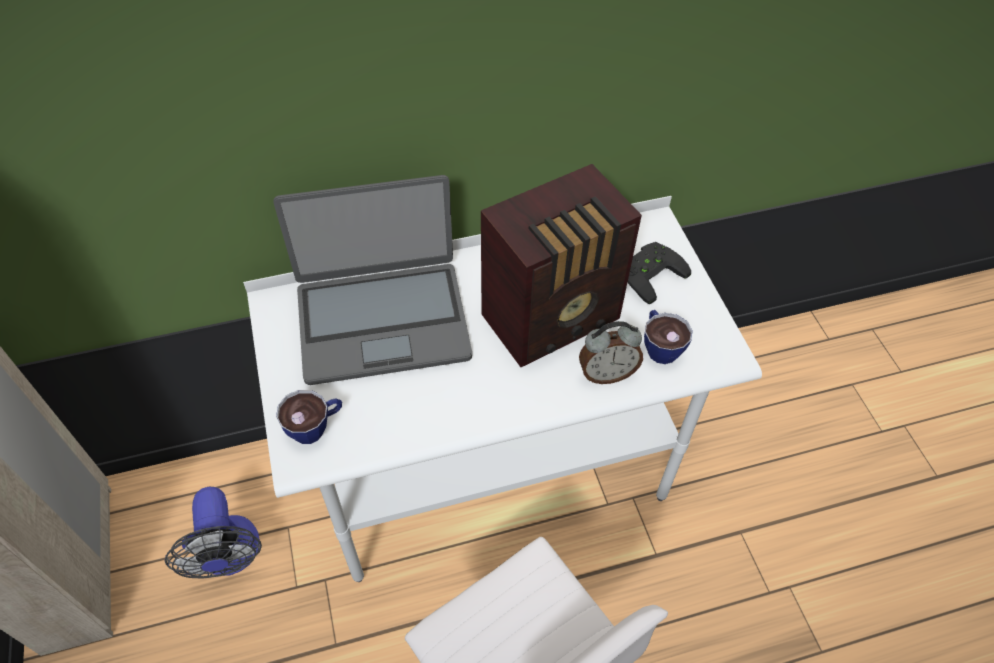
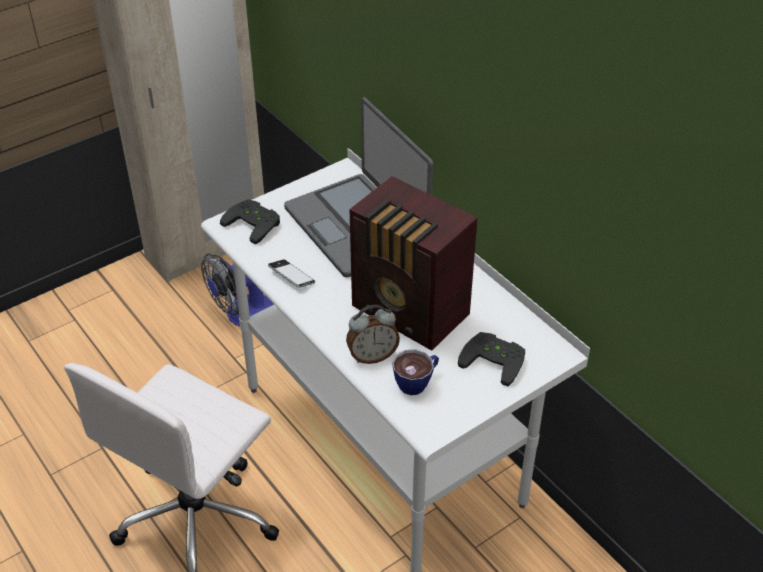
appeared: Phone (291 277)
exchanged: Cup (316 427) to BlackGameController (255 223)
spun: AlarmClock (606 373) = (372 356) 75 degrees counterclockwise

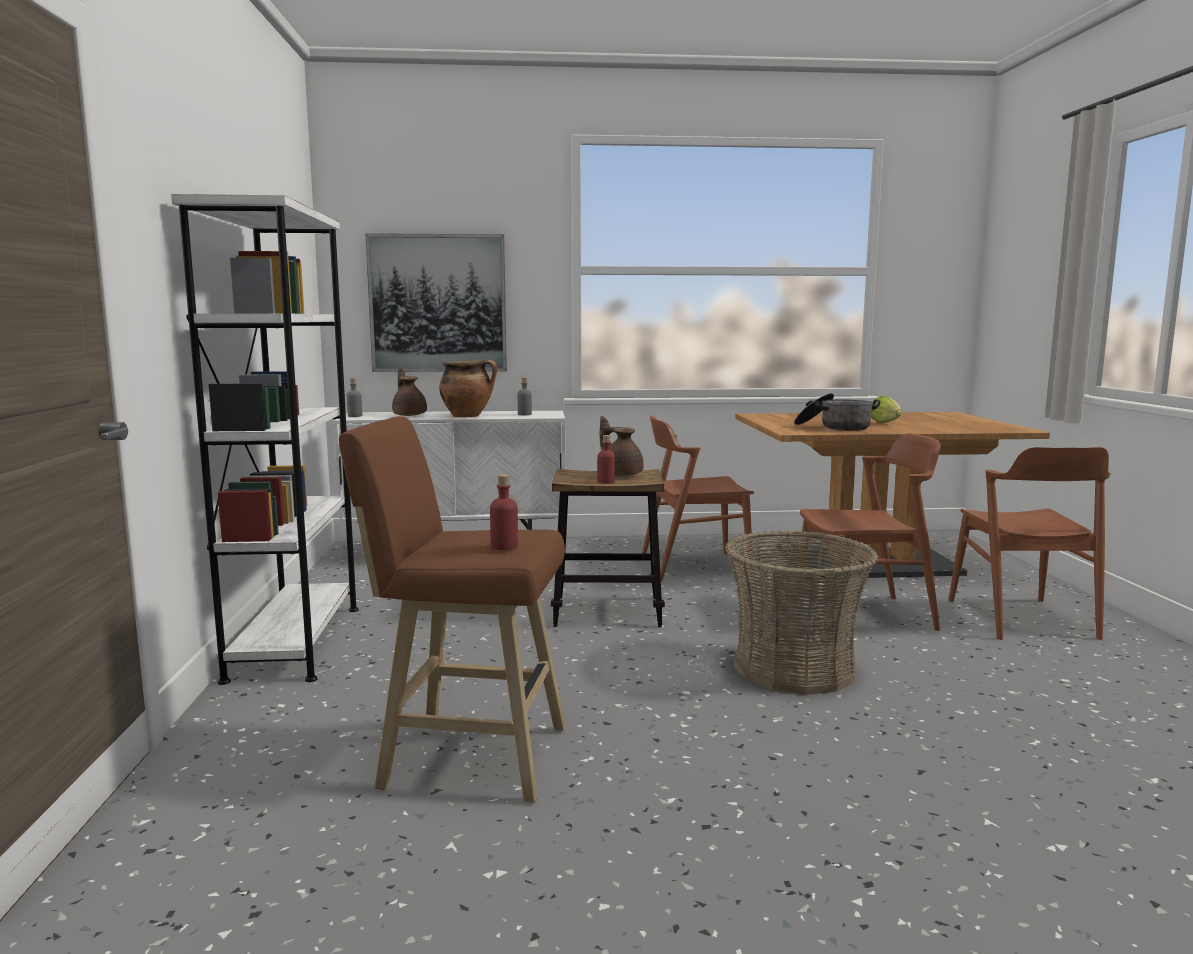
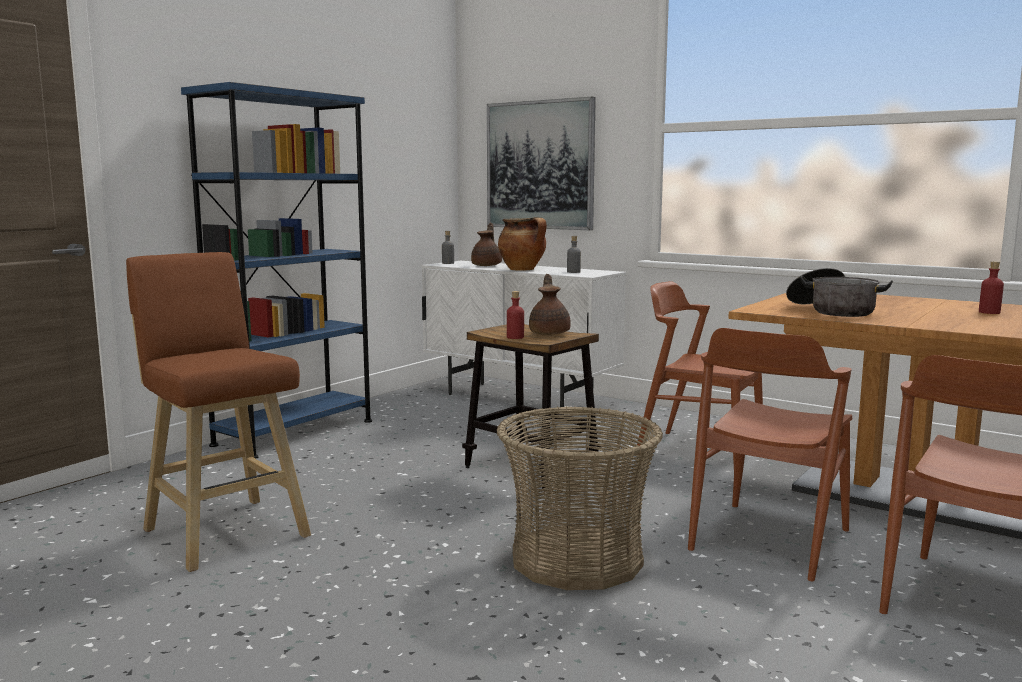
missing: Lettuce (886 423)
relocated: RedBottle (504 546) to (989 312)
colour: WhiteBookcase (296 642) to BlueBookcase (294 432)
spun: BrownChair (863 615) = (769 539) 90 degrees clockwise

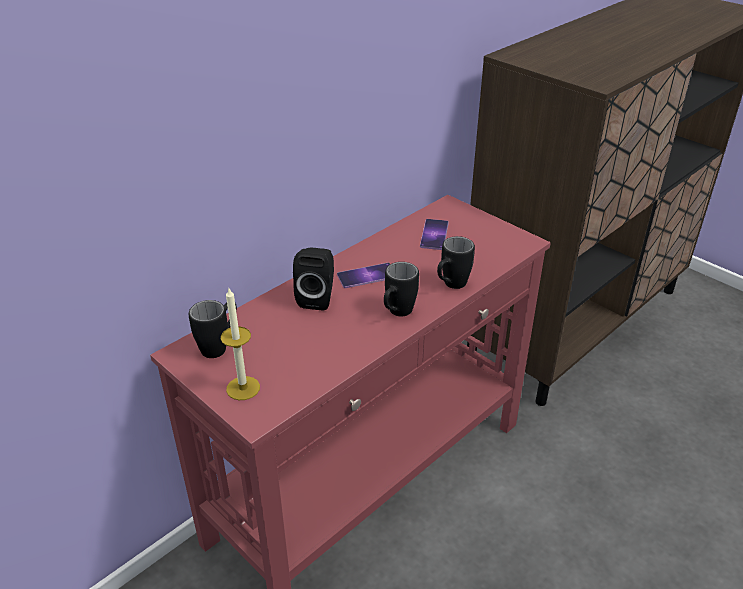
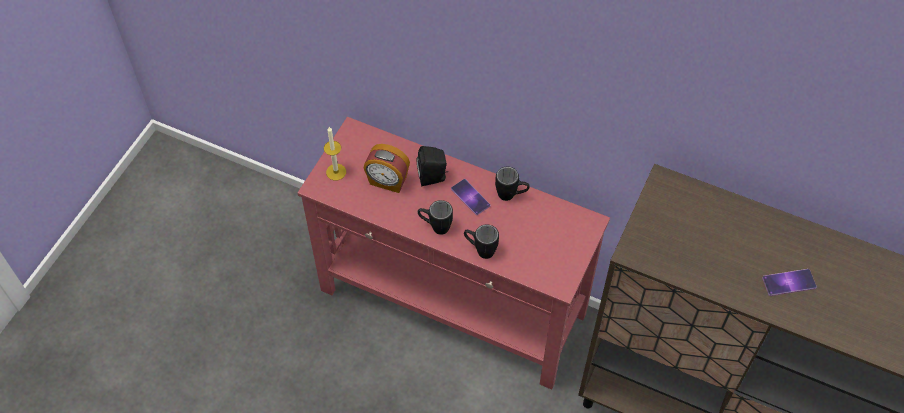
appeared: AlarmClock (387 181)
relocated: BlackMug (220 345) to (511 195); Phone (434 234) to (789 282)

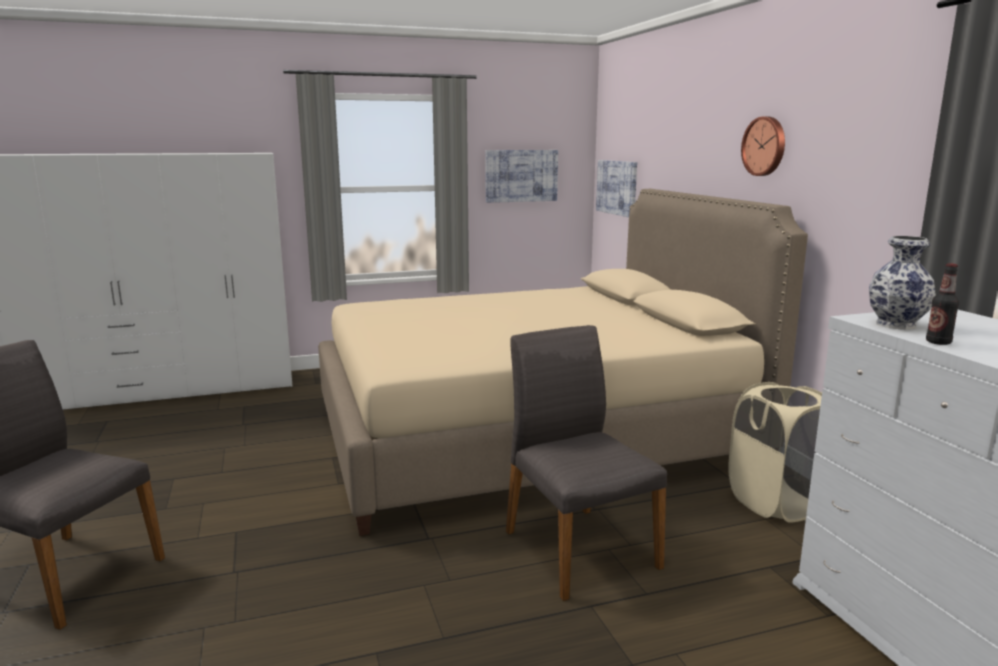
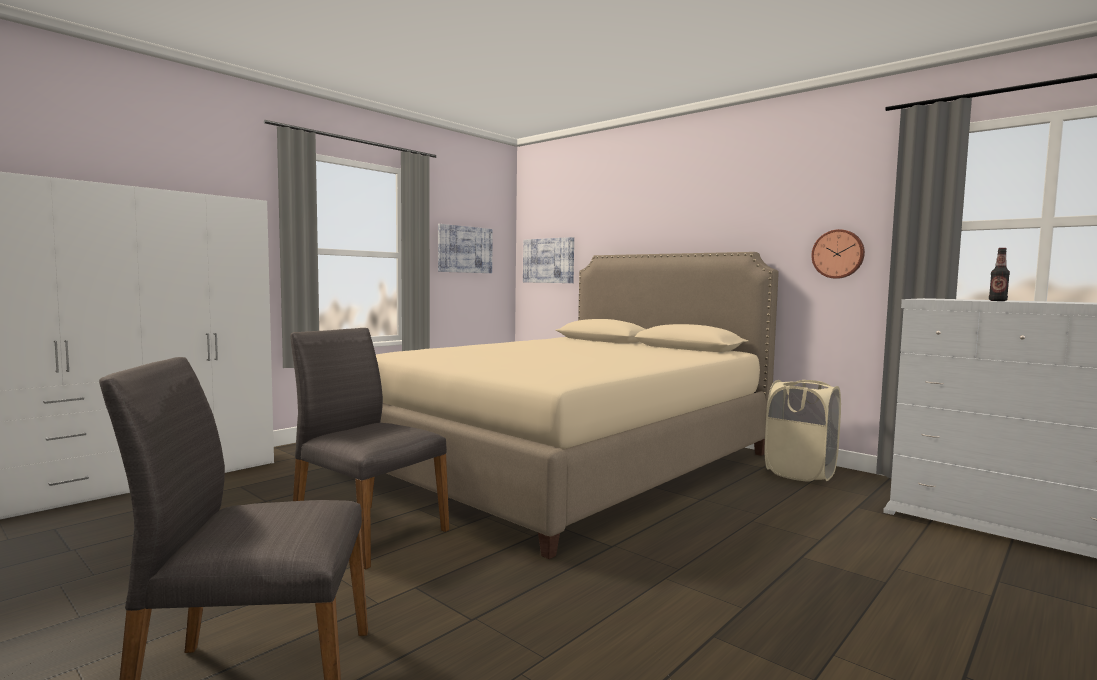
missing: Vase (895 325)
relocated: GreyChair (577 548) to (367 532); WallClock (765 146) to (838 254)

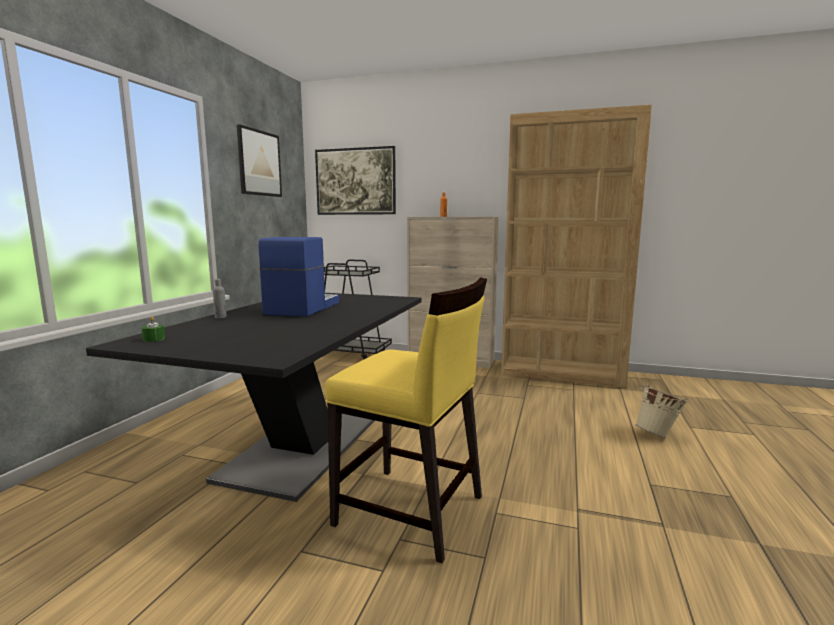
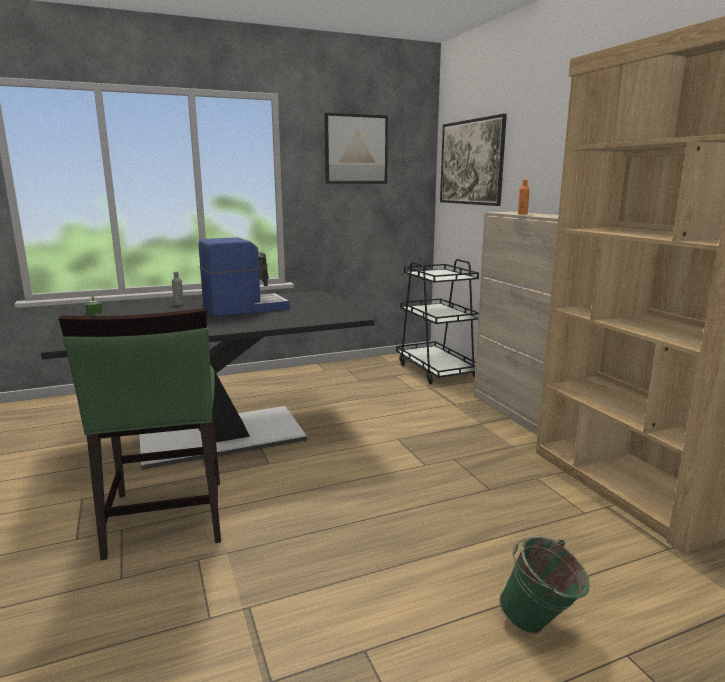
colour: YellowChair (410 511) to GreenChair (165 518); BeigeBucket (658 434) to GreenBucket (540 625)

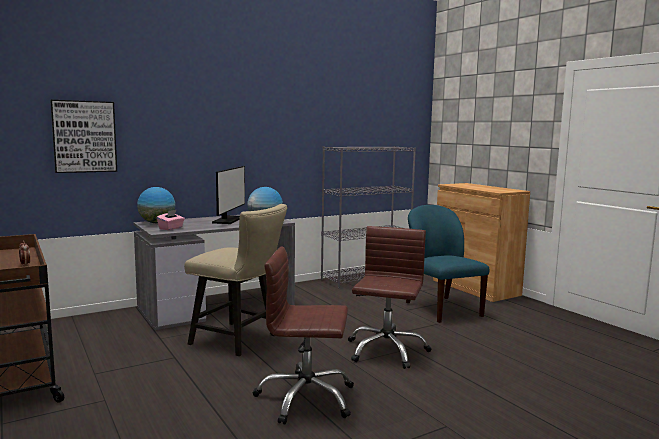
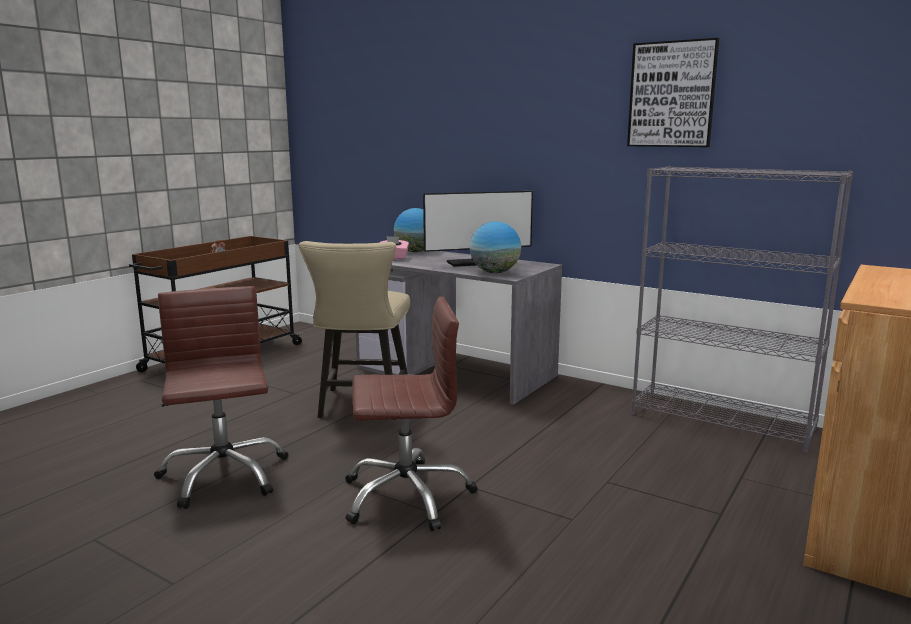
missing: BlueChair (442 309)
relocated: Picture (84 136) to (672 94)

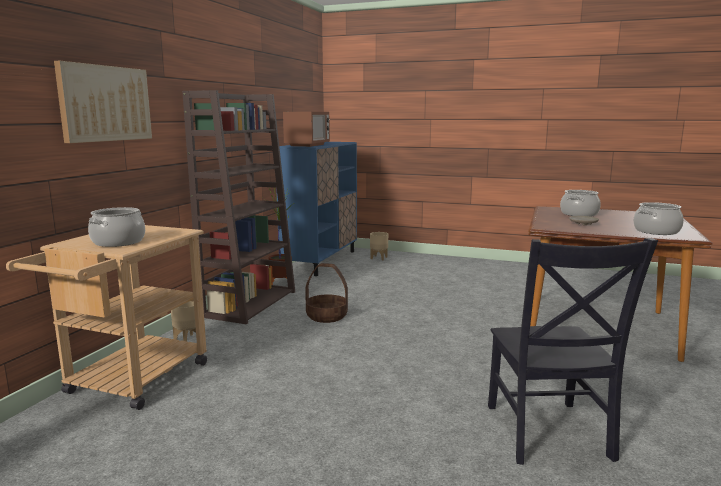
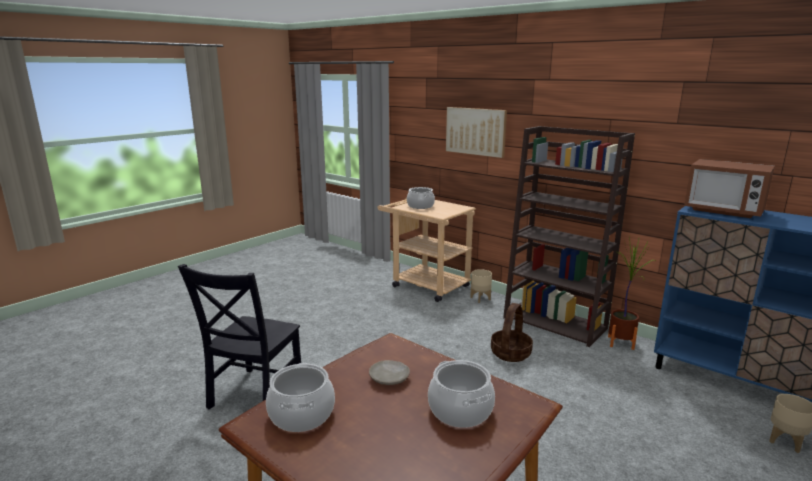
spun: BlackChair (548 435) = (254 395) 90 degrees counterclockwise

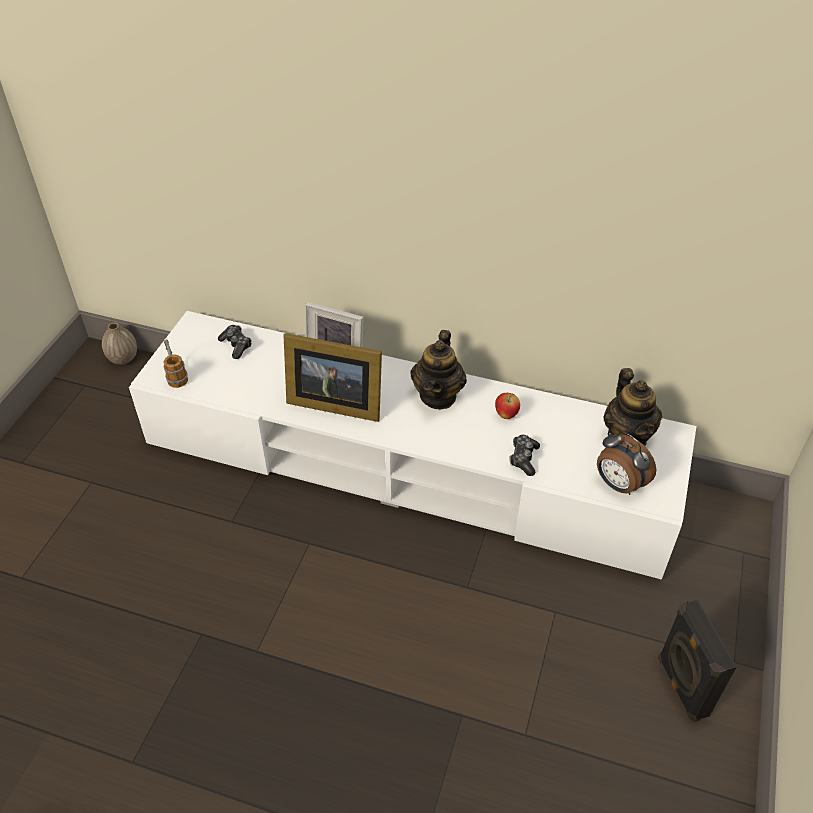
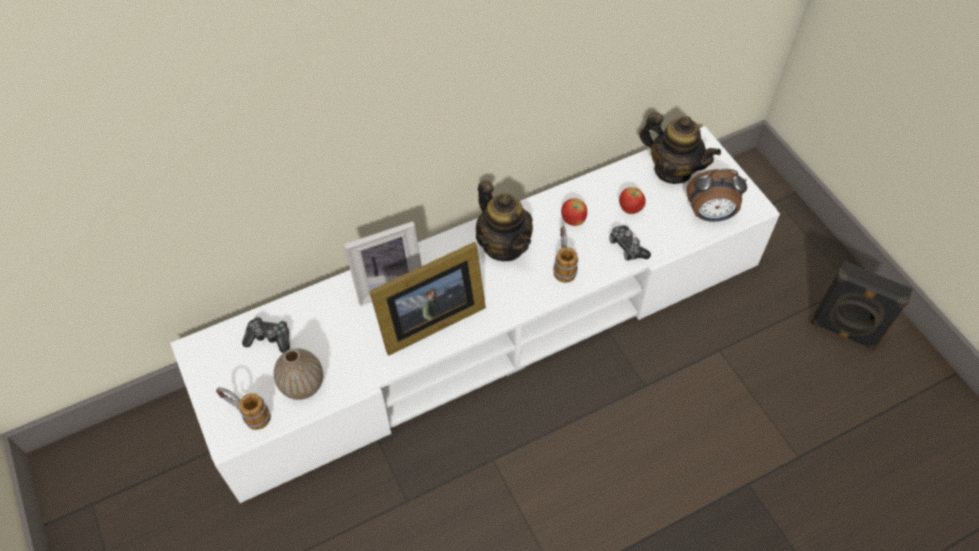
appeared: Mug (563 264); Apple (630 209)
relocated: Vase (123 358) to (303 385)

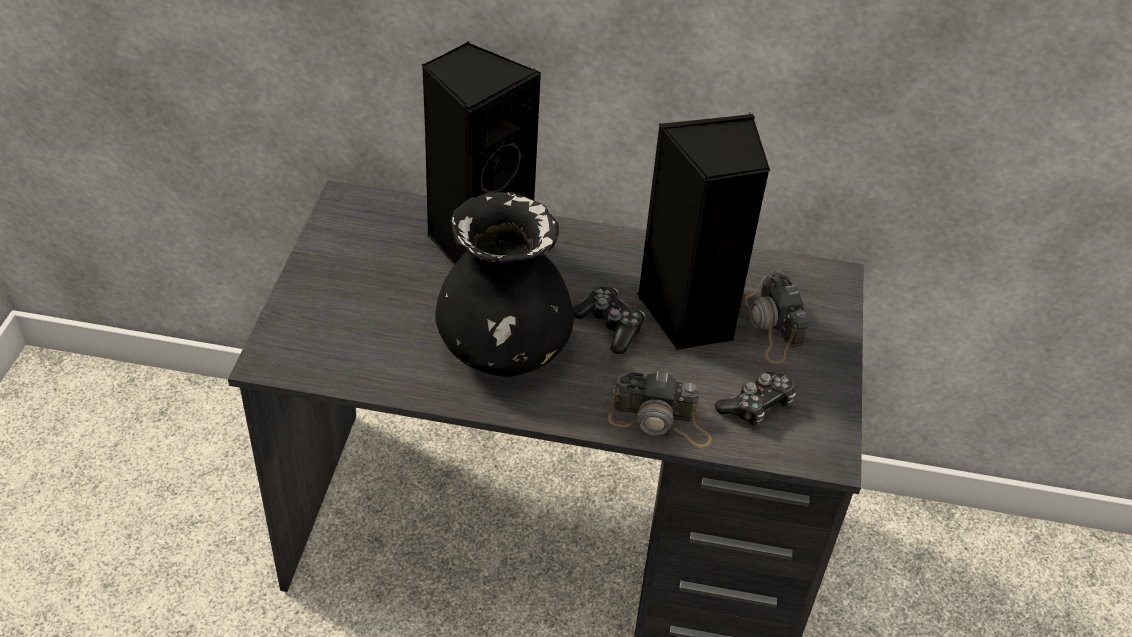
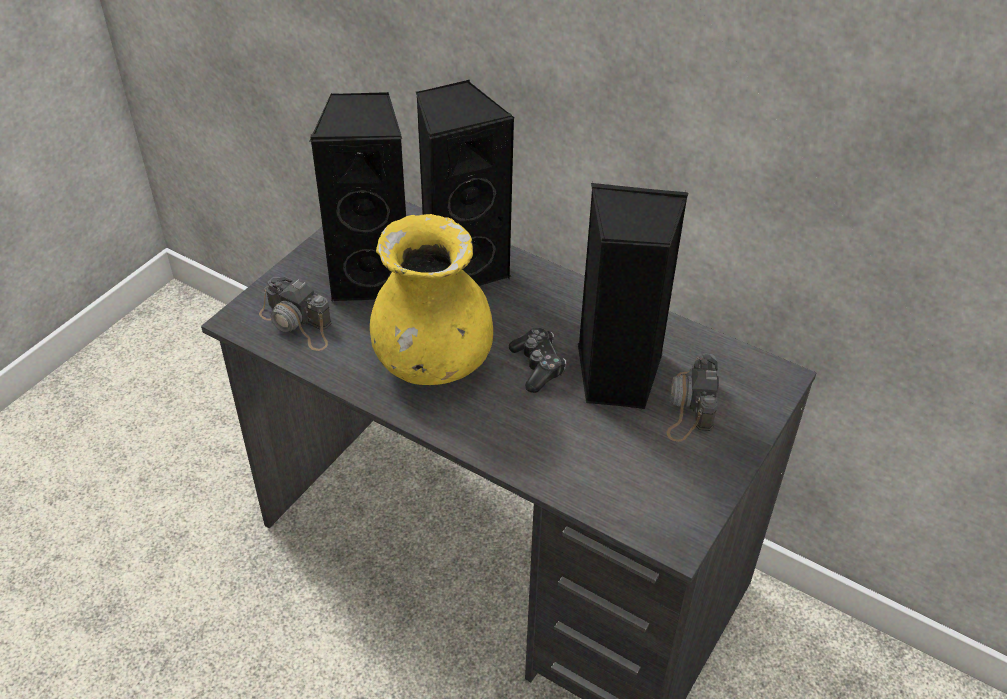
missing: GameController (757 406)
appeared: BlackSpeaker (374 277)
relocated: PhotoCamera (660 421) to (298 323)
colour: BlackVase (504 350) to YellowVase (433 362)

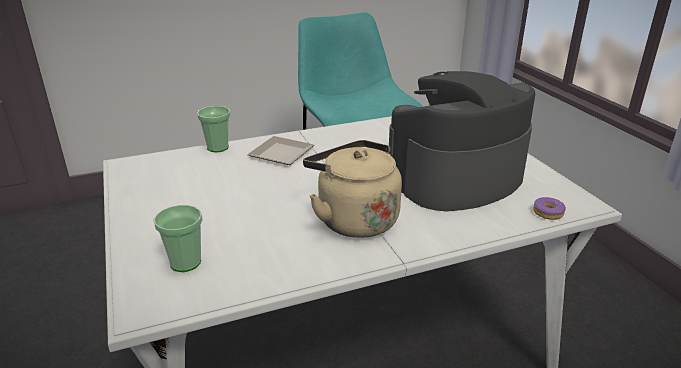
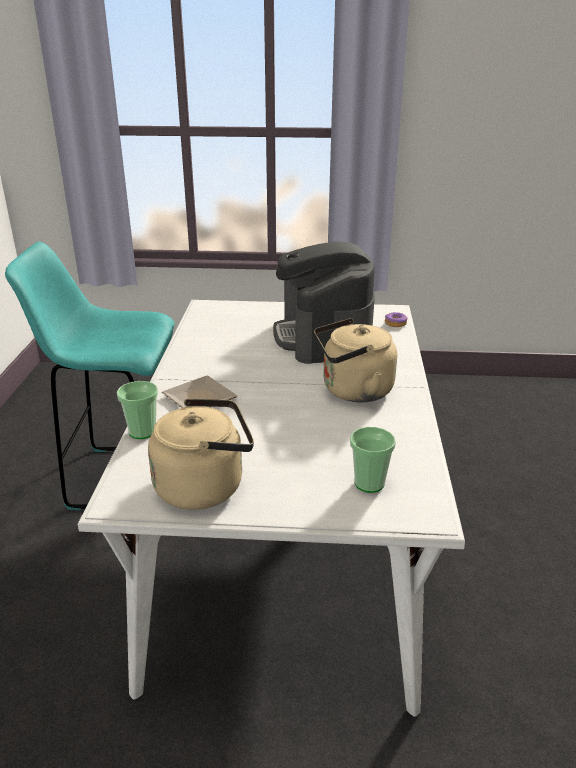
appeared: BeigeKettle (205 486)

